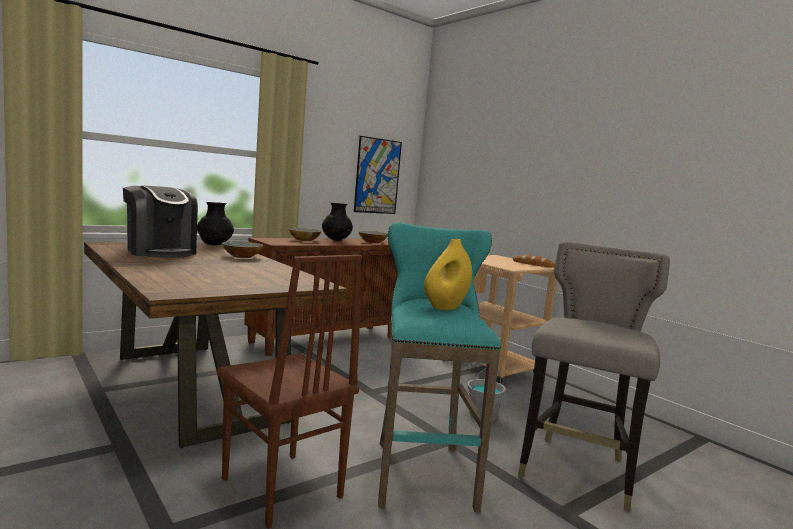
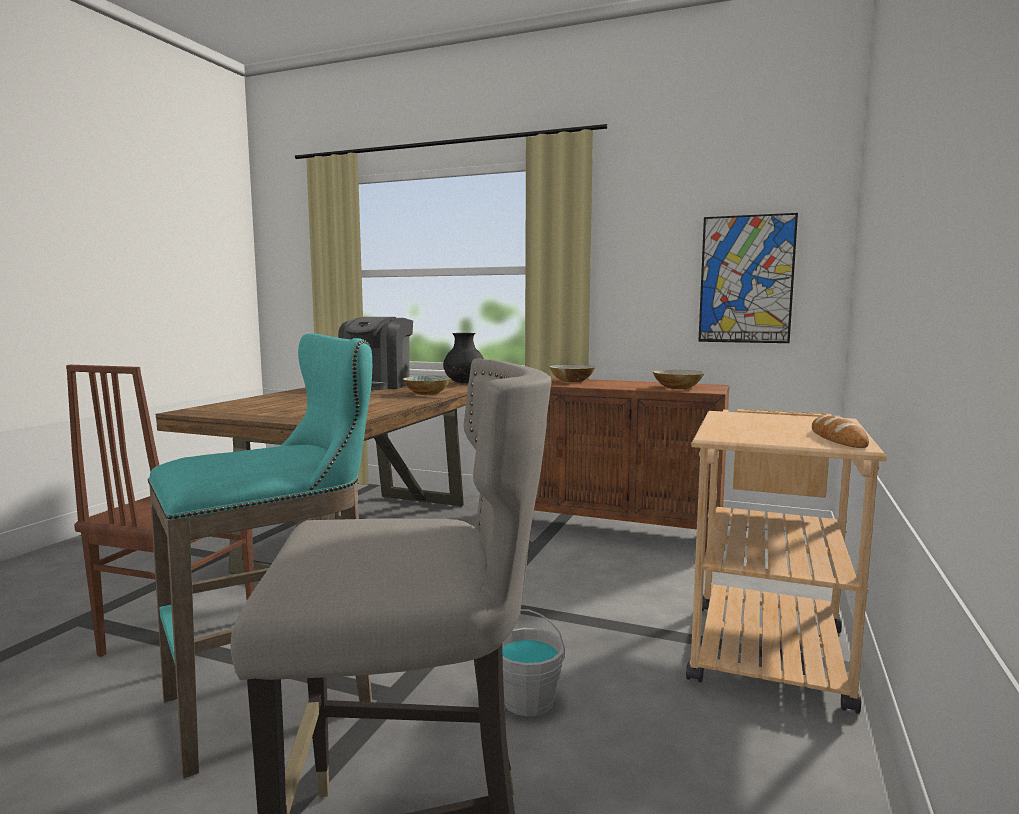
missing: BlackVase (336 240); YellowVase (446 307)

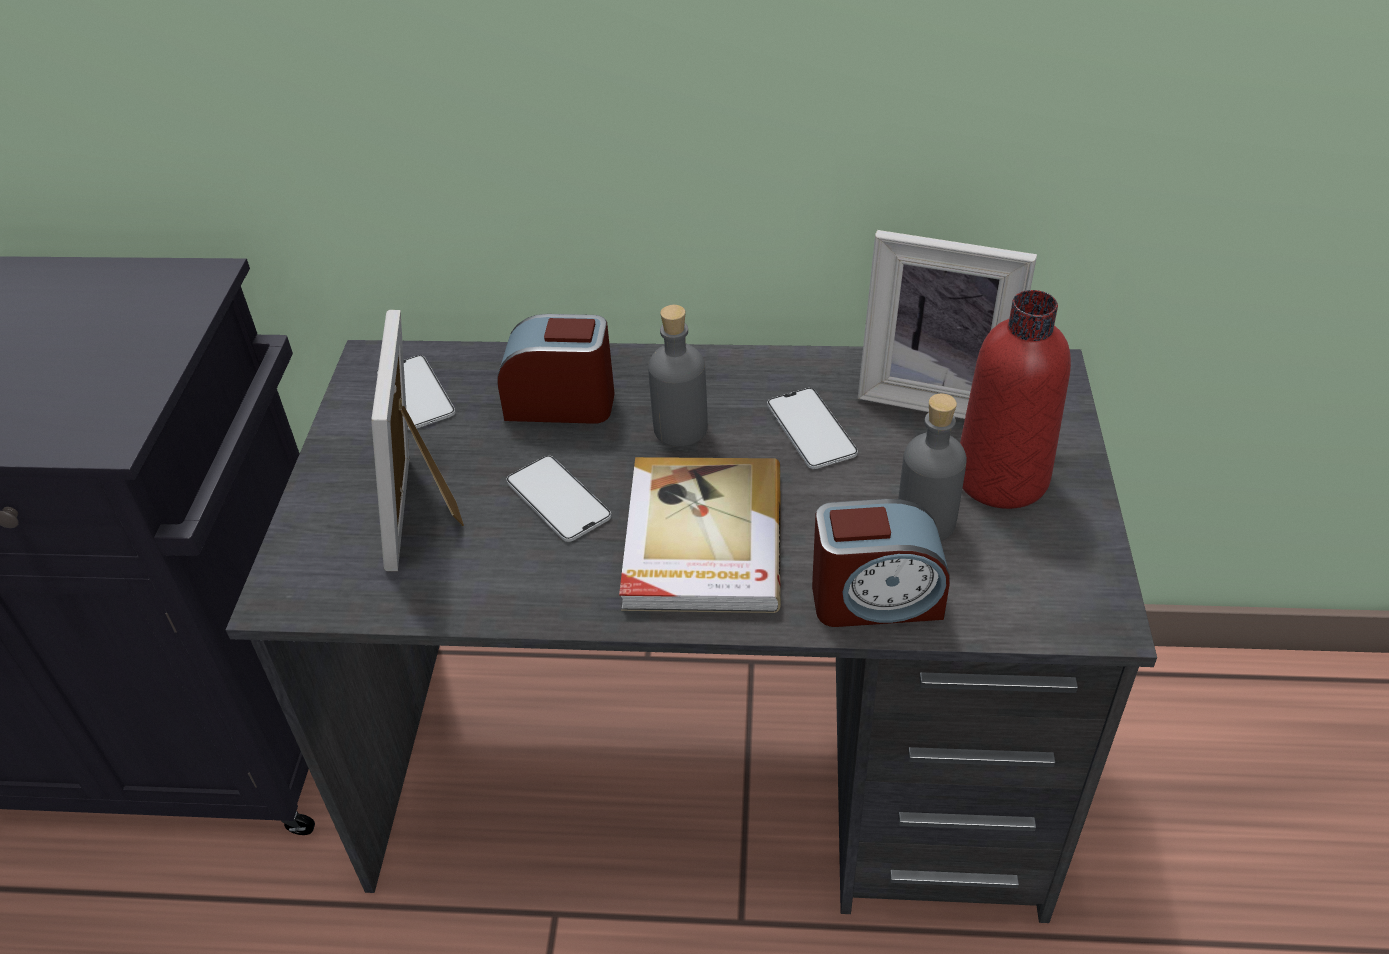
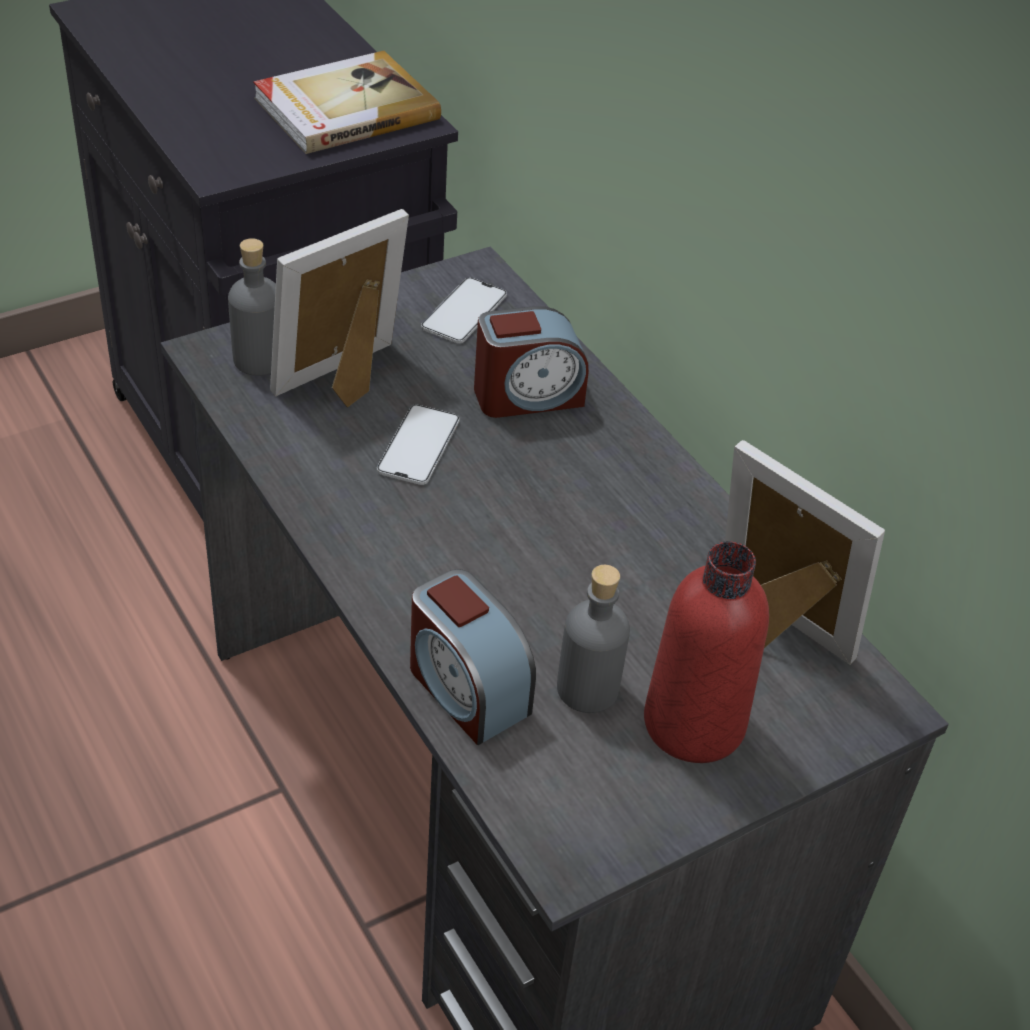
missing: Phone (811 429)
relocated: GreyBottle (680 428) to (259 359); Book (700 540) to (344 108)
spun: AlarmClock (561 403) = (527 395) 105 degrees clockwise; PictureFrame (935 393) = (768 632) 150 degrees clockwise

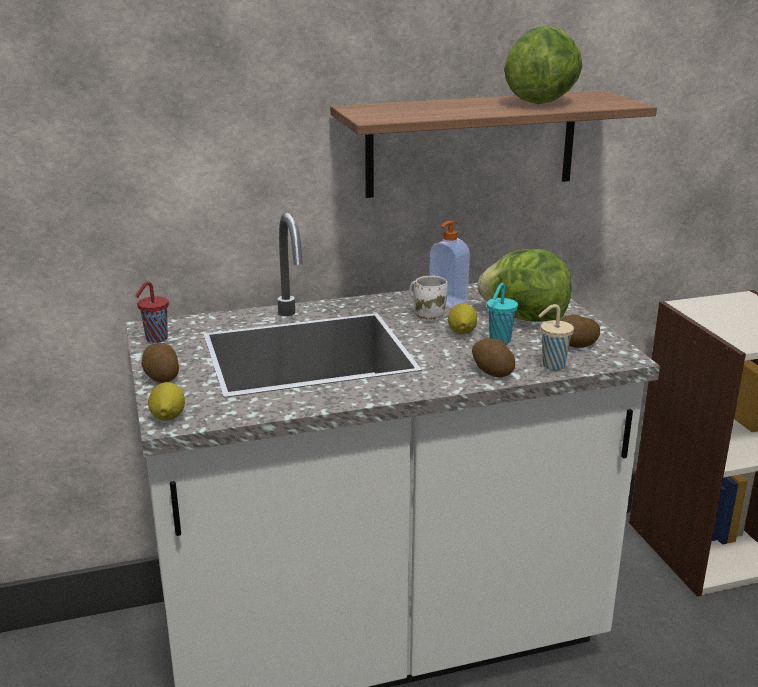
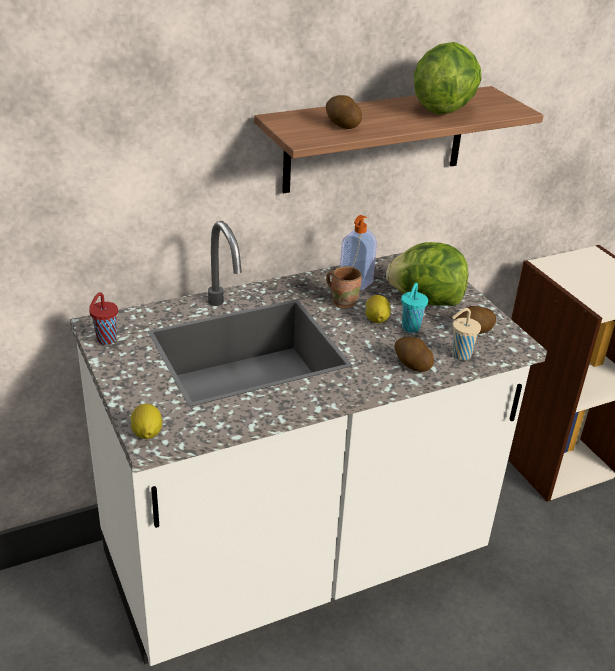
relocated: Potato (161 377) to (342 125)
colour: WhiteMug (428 316) to BrownMug (343 301)

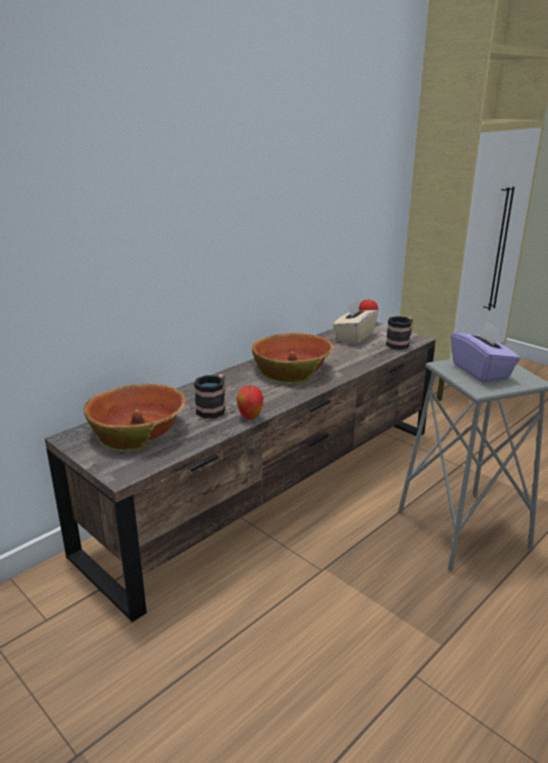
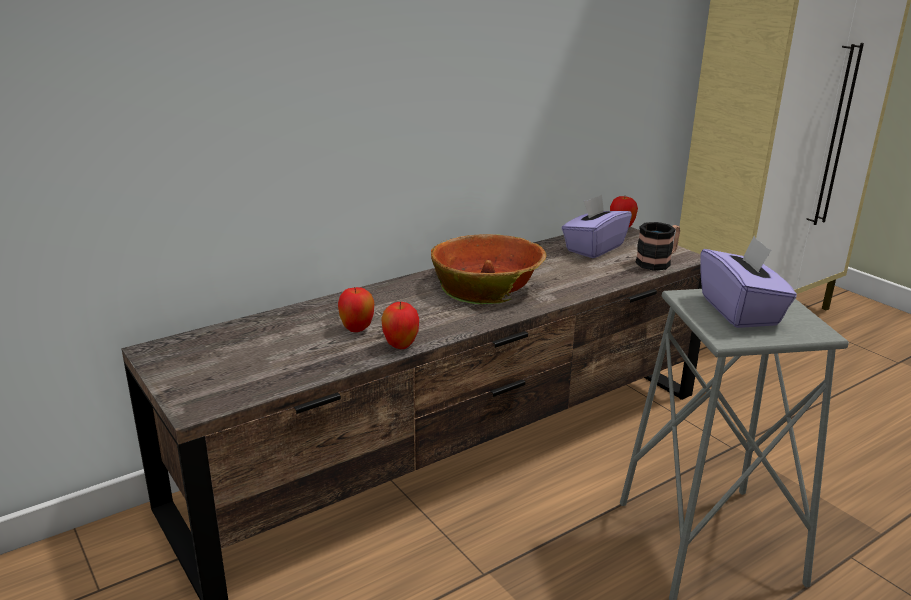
missing: Bowl (138 430)
exchanged: Mug (214 408) to Apple (357 329)
colour: BeigeTissueBox (354 337) to PurpleTissueBox (594 248)

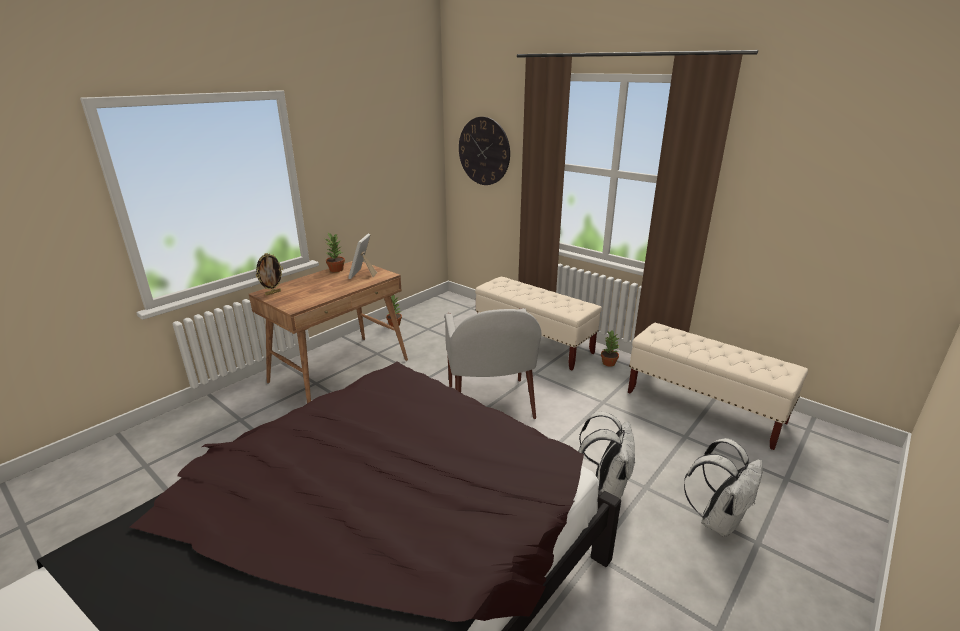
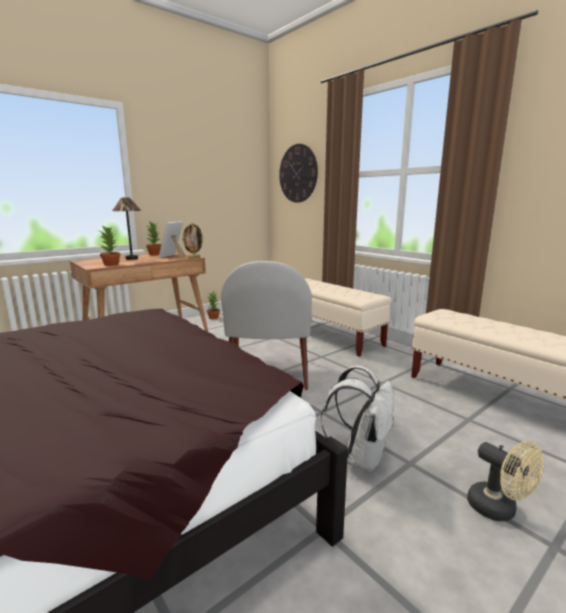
appeared: TableLamp (132 258)
relocated: PottedPlant (608 363) to (111 264); PictureFrame (273 293) to (194 257)
exchanged: WhiteBackpack (718 520) to BeigeFan (499 510)

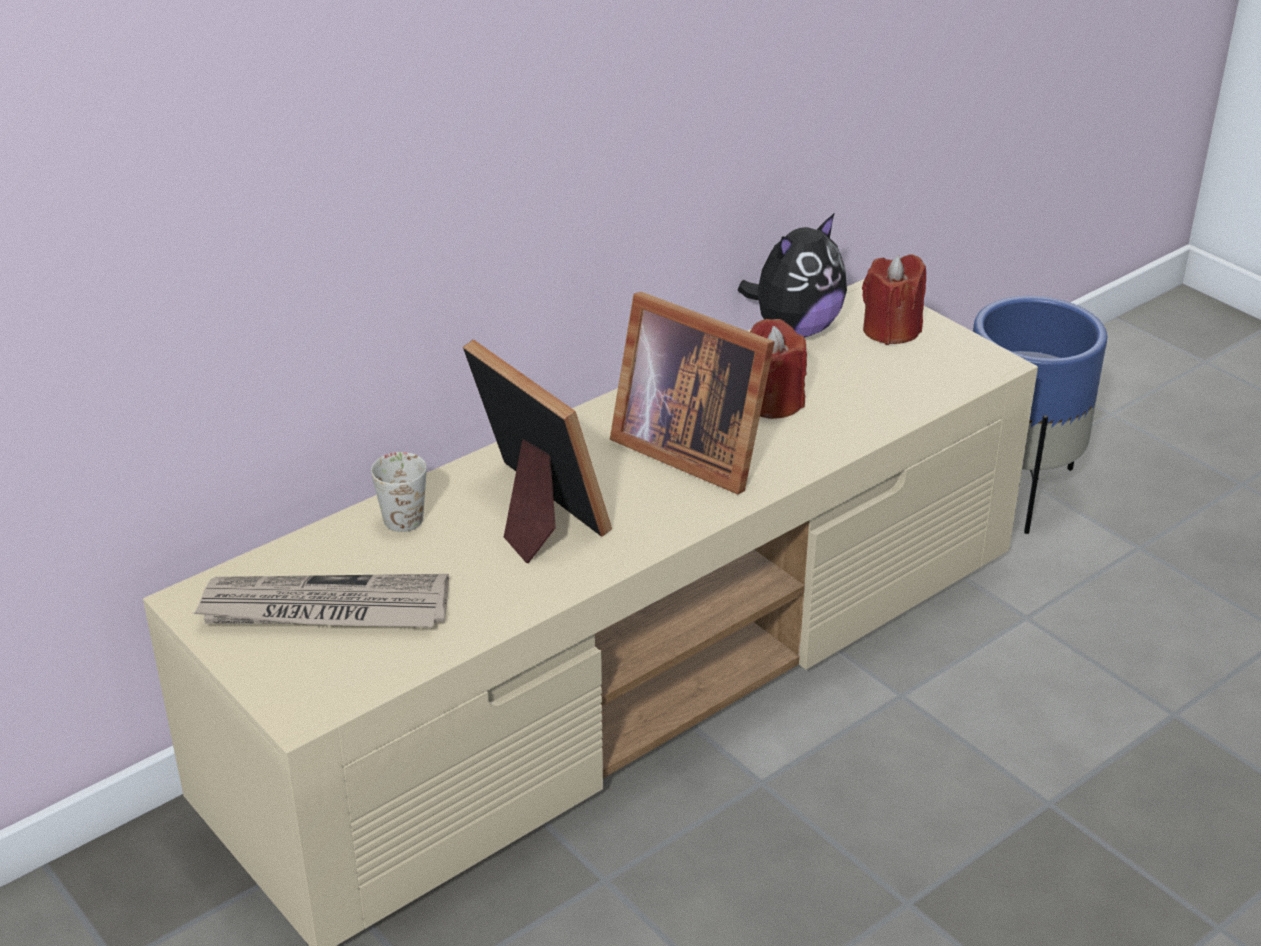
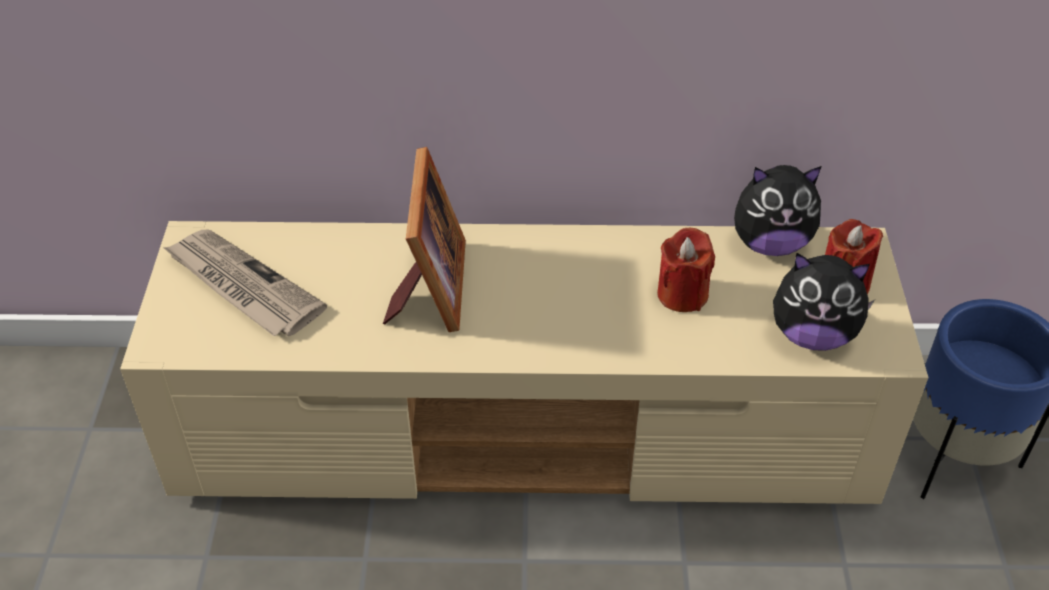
missing: WhiteMug (403 512); PictureFrame (689 448)
appeared: PlushToy (812 334)

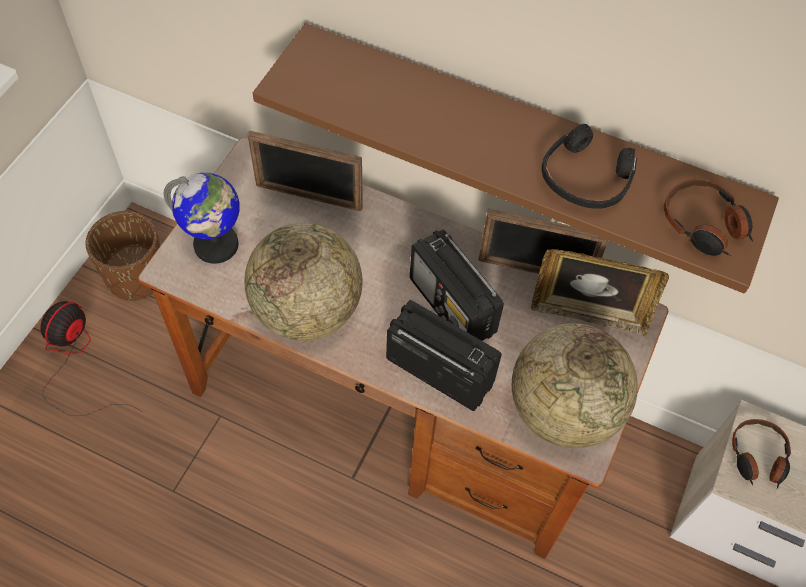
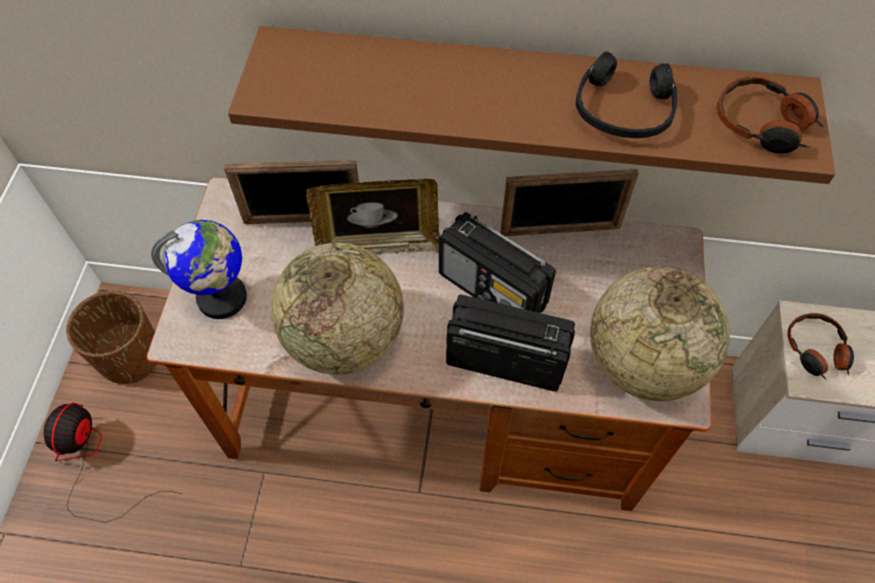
relocated: PictureFrame (588 312) to (378 244)

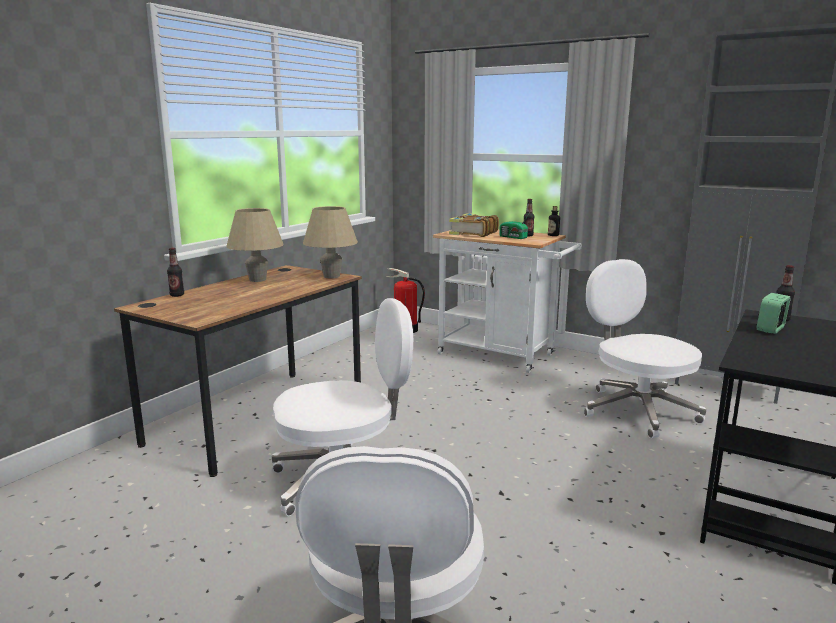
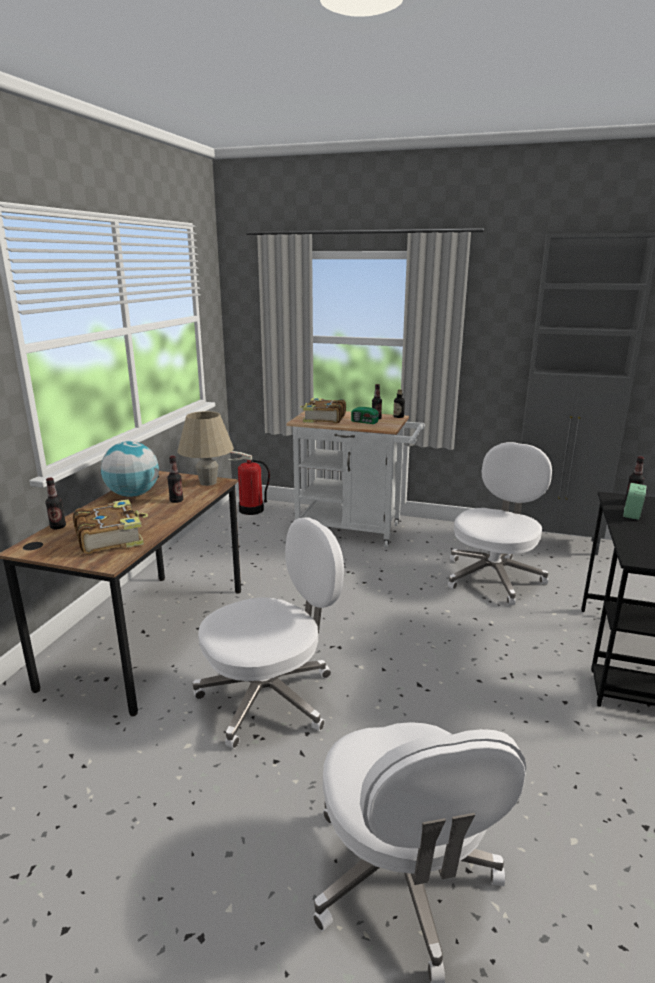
appeared: Book (110 537); Bottle (176 501)
exchanged: BeigeTableLamp (257 280) to Globe (133 494)
spun: WhiteOfficeChair (636 410) = (493 576) 75 degrees clockwise

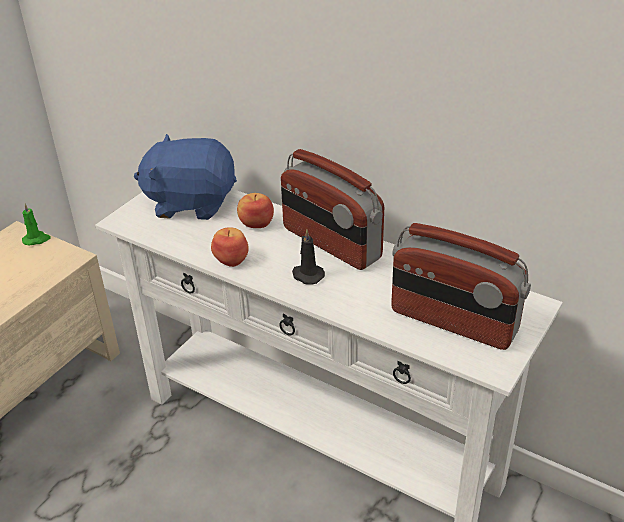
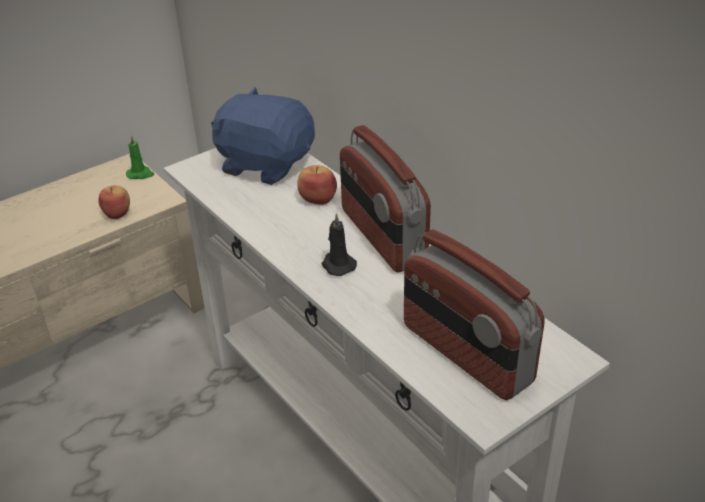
relocated: Apple (231 259) to (117 213)

